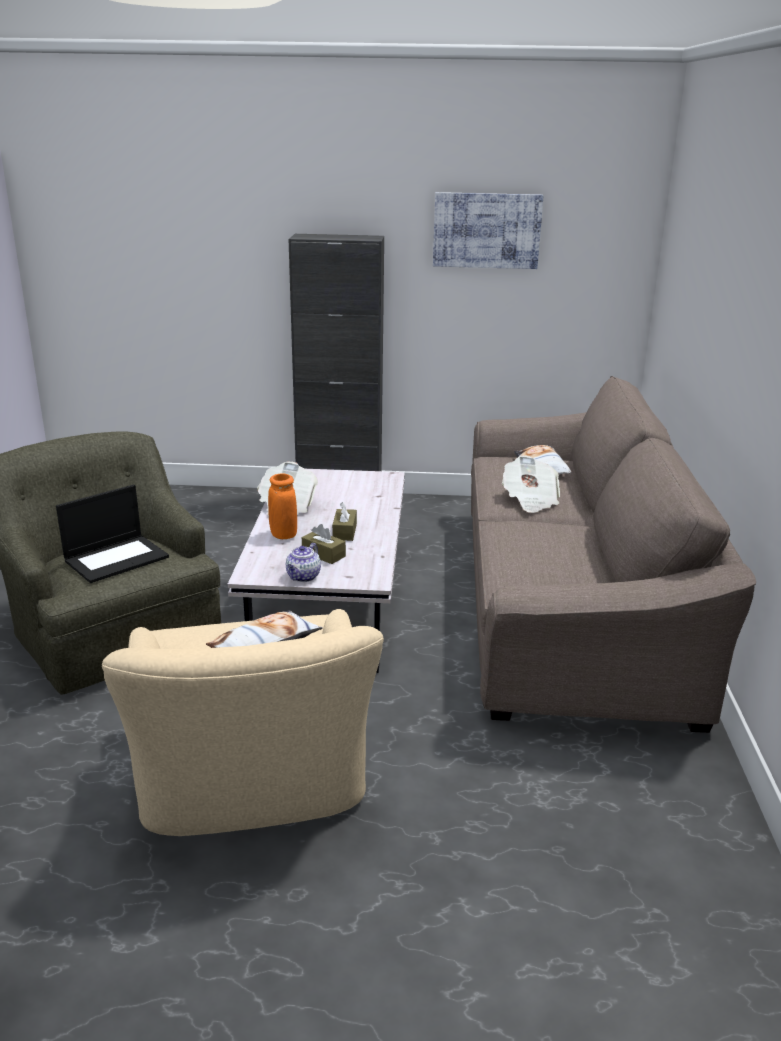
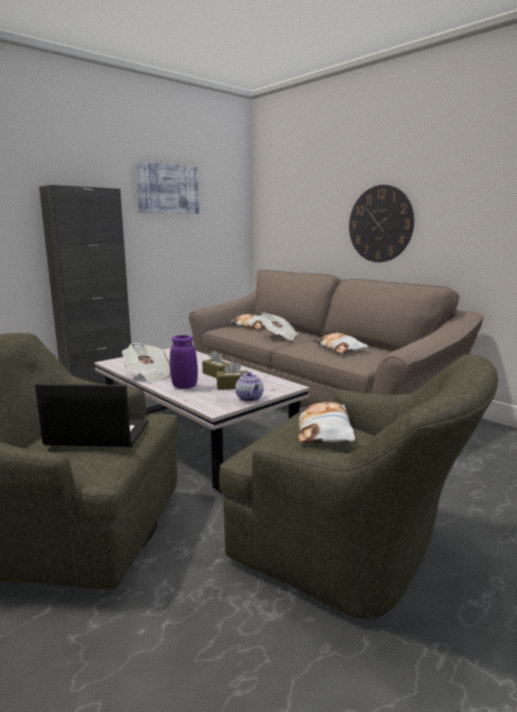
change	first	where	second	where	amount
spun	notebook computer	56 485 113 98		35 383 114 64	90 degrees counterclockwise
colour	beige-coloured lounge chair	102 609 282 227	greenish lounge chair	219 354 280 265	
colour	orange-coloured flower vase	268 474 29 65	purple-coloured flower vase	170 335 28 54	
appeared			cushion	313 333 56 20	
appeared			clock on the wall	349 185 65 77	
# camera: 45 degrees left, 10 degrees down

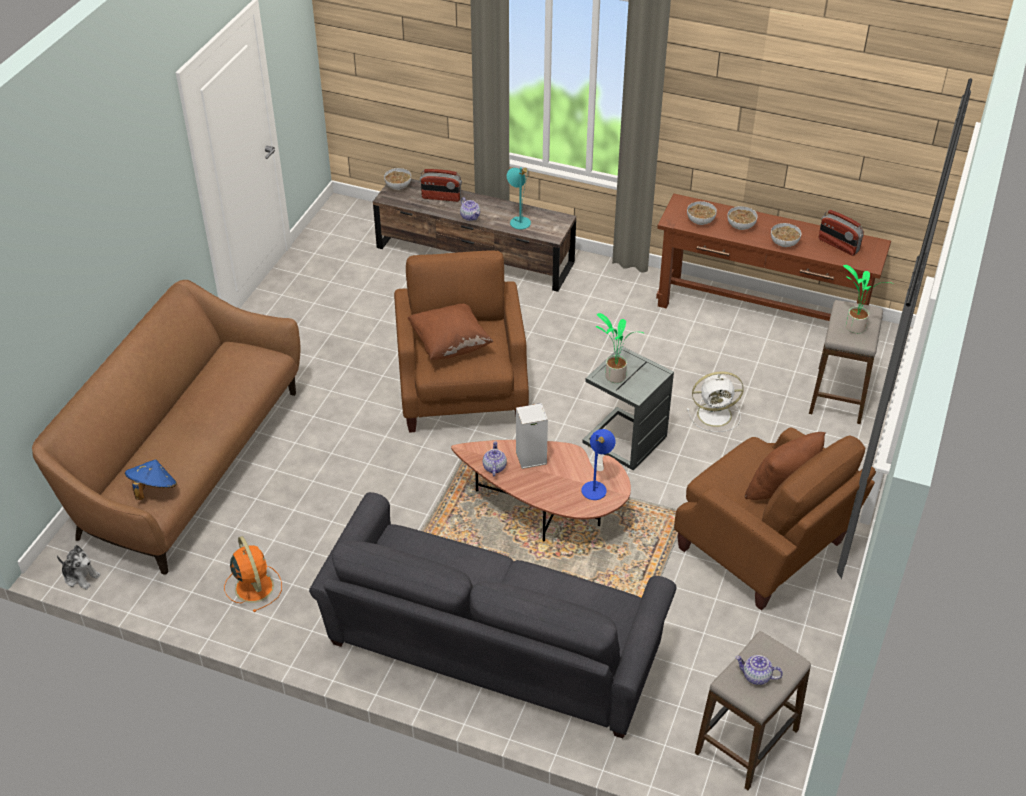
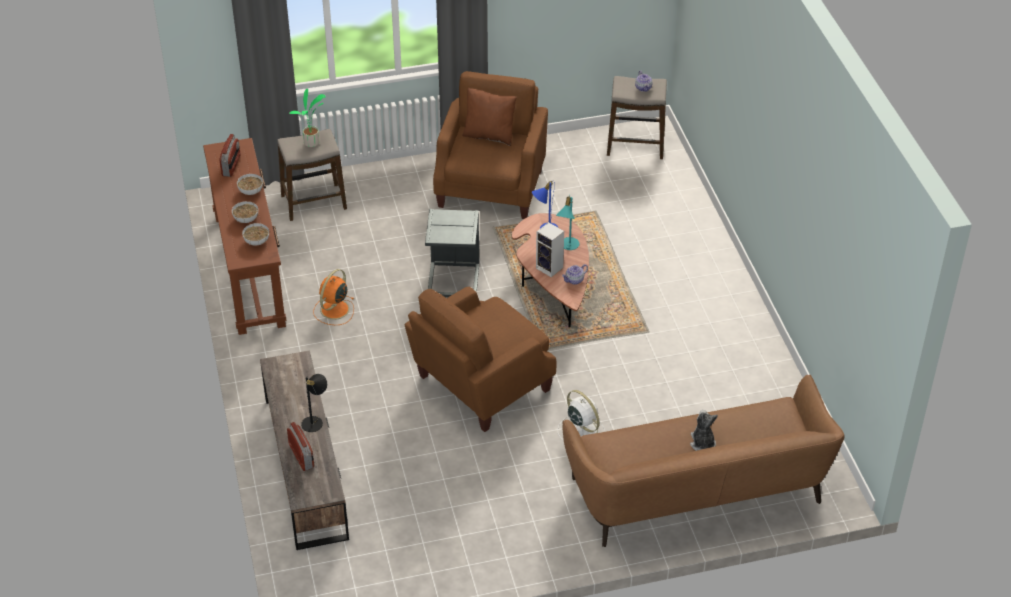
change	first	where	second	where	amount
relocated	plush toy	57 545 44 45		690 410 28 41	
missing	bluish clothing hat	125 459 52 41			
relocated	orange-coloured electric fan	224 536 58 76		313 269 41 56	
missing	gray settee	309 492 367 246			
missing	bowl	384 168 27 22			
missing	brown-coloured cushion	407 304 86 56			
exchanged	teapot	460 197 20 24	black-coloured tabletop lamp	301 374 26 58	
relocated	blue-green tabletop lamp	507 167 24 62		556 195 23 55	
missing	potted plant	596 313 49 70			
relocated	whitish electric fan	687 371 57 61		558 390 47 50	
# camera: 125 degrees left, 0 degrees up

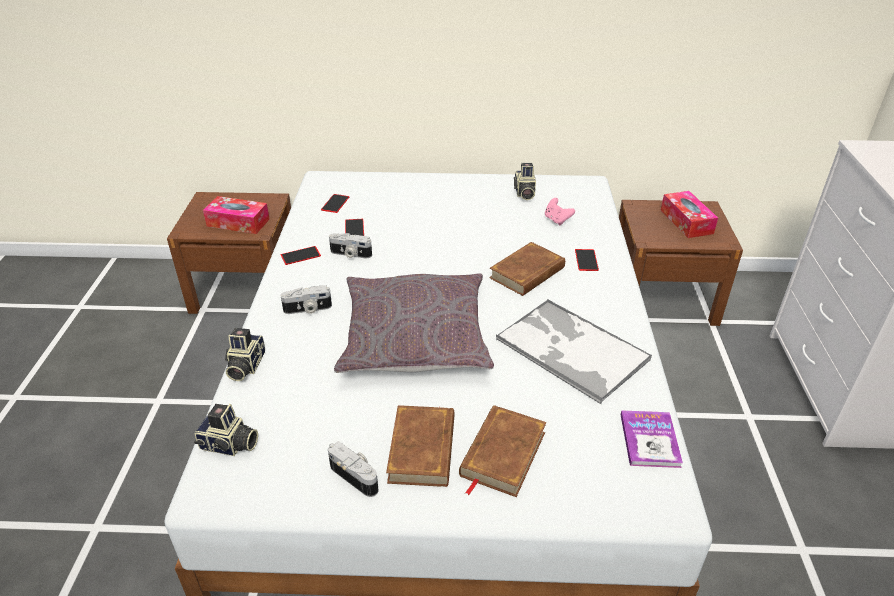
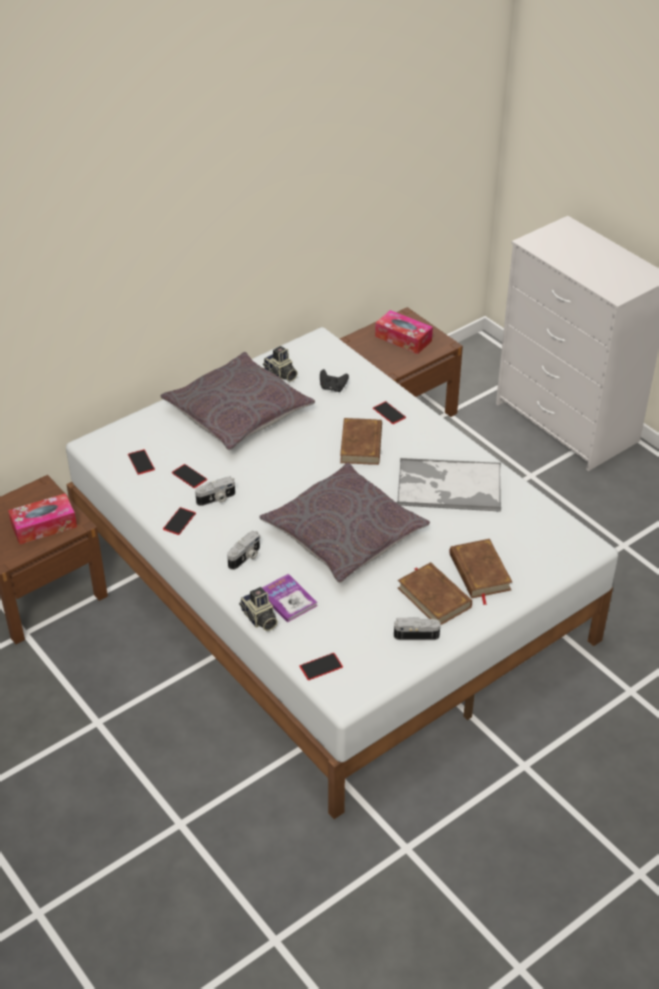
change	first	where	second	where	amount
exchanged	still camera	194 404 64 52	telephone	299 653 44 27	
colour	pinkish game controller	545 198 30 27	black-coloured game controller	320 369 29 23	
relocated	bound book	621 410 62 58		262 574 55 49	
appeared			gray cushion	160 352 155 98	
# camera: 40 degrees left, 5 degrees up

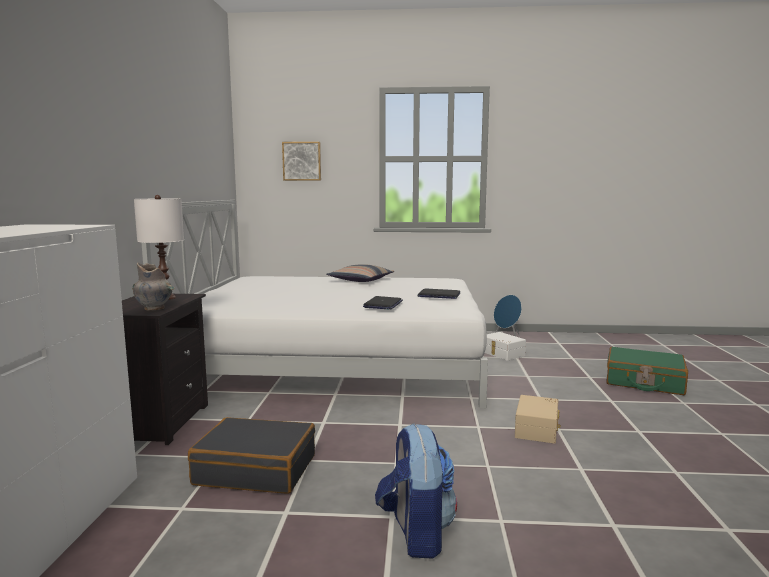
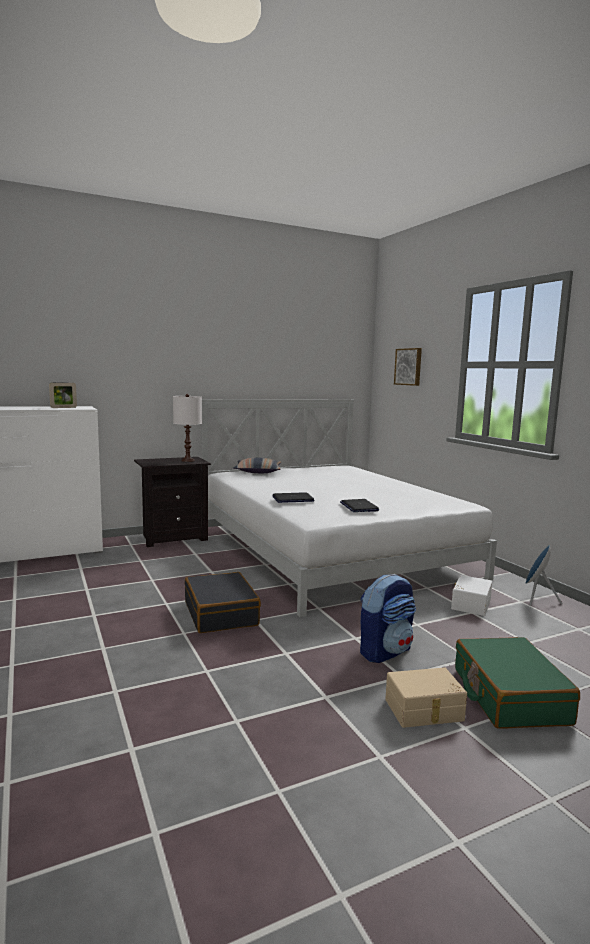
change	first	where	second	where	amount
missing	gray flower vase	132 263 43 47			
relocated	black-coloured travel case	188 417 127 77		185 572 76 61	
relocated	cushion	326 264 68 18		233 457 48 16	
relocated	rucksack	375 423 82 135		360 574 56 89	
relocated	beige-coloured storage bin	515 395 46 49		385 667 82 61	
appeared			picture frame	49 383 28 25	
# camera: 60 degrees right, 0 degrees up

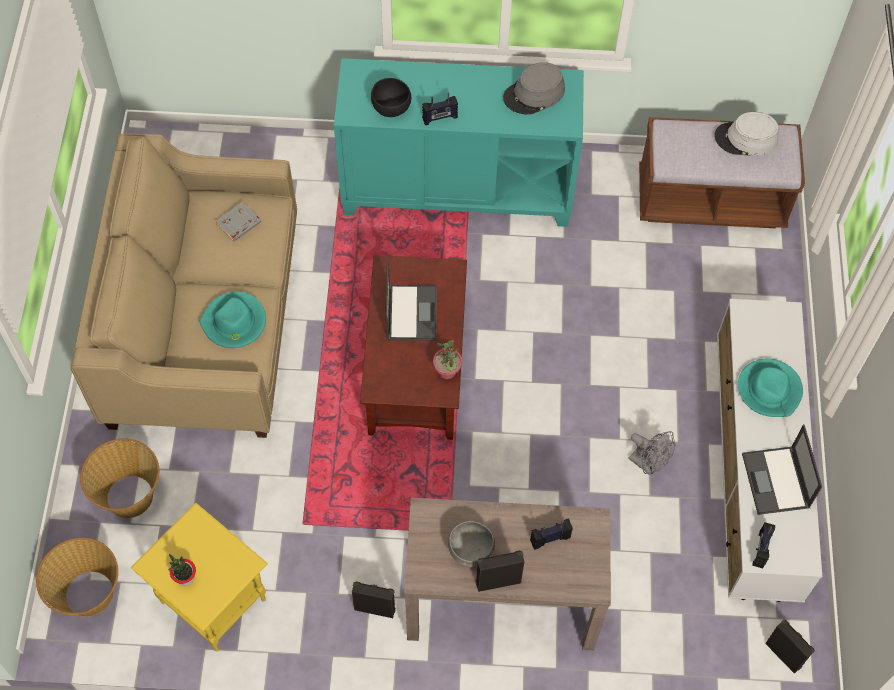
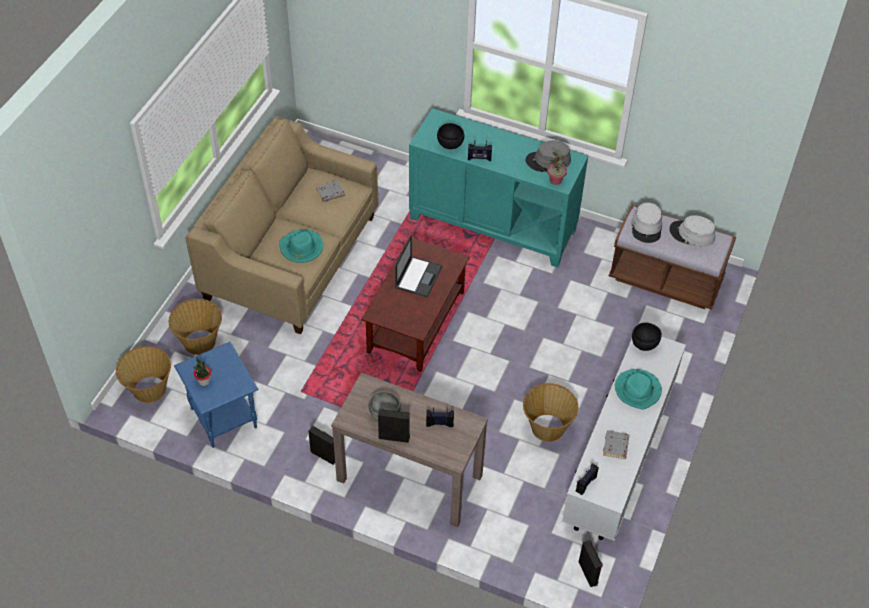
change	first	where	second	where	amount
colour	yellow-coloured side table	131 503 137 148	bluish side table	174 342 85 106	
relocated	potted plant	433 341 29 38		547 152 20 33	
exchanged	gray electric fan	629 431 46 45	household basket	523 383 55 59	
exchanged	notebook computer	742 424 80 91	gray bound book	603 430 27 29	
appeared			gray clothing hat	631 202 31 41	
appeared			black-coloured bowl	632 323 30 28	
# camera: 20 degrees right, 10 degrees down

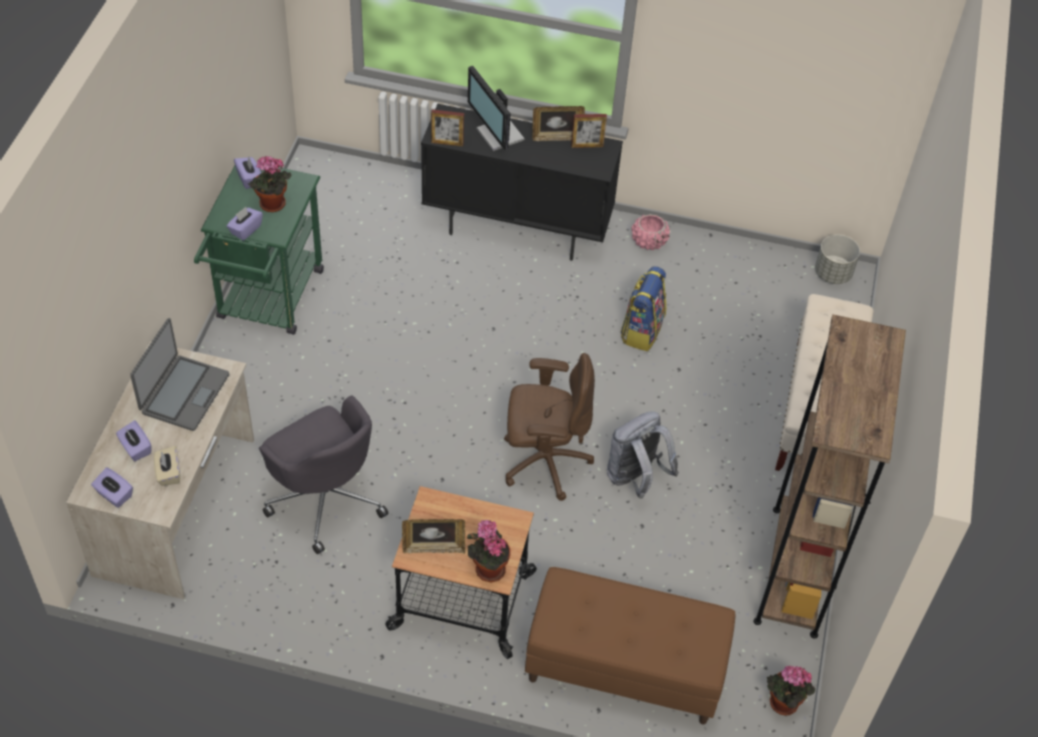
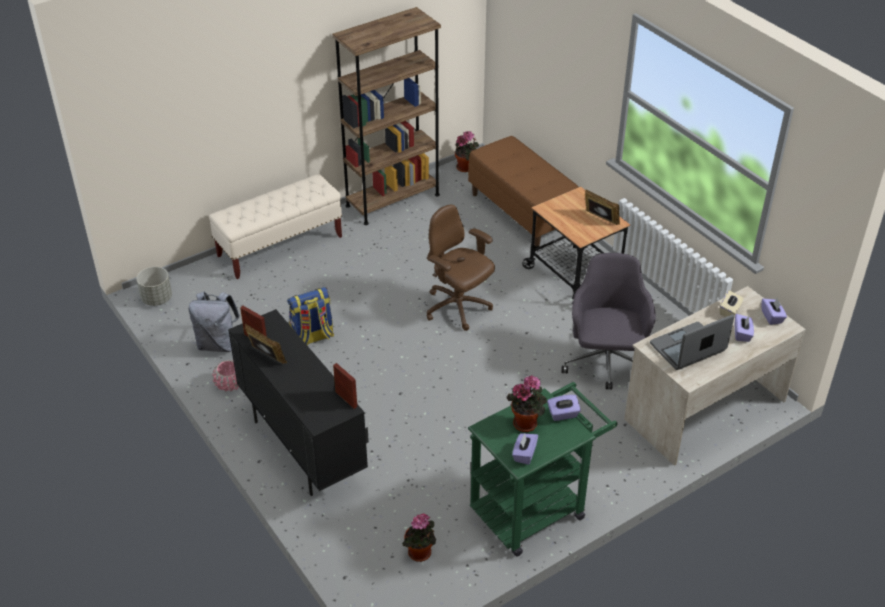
change	first	where	second	where	amount
relocated	potted plant	467 520 43 63		402 513 34 49	
missing	computer screen	468 66 57 85			
relocated	gray rucksack	607 411 72 87		189 292 51 60	
# camera: 135 degrees left, 10 degrees down

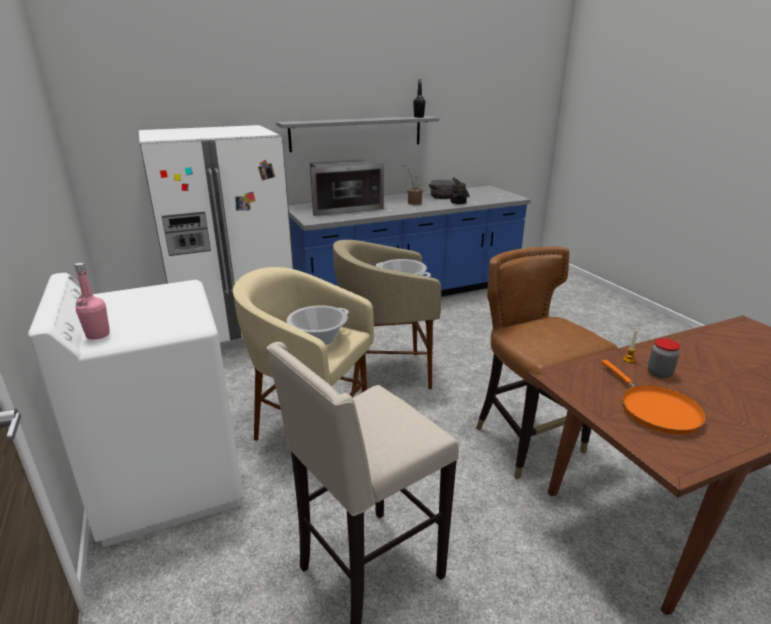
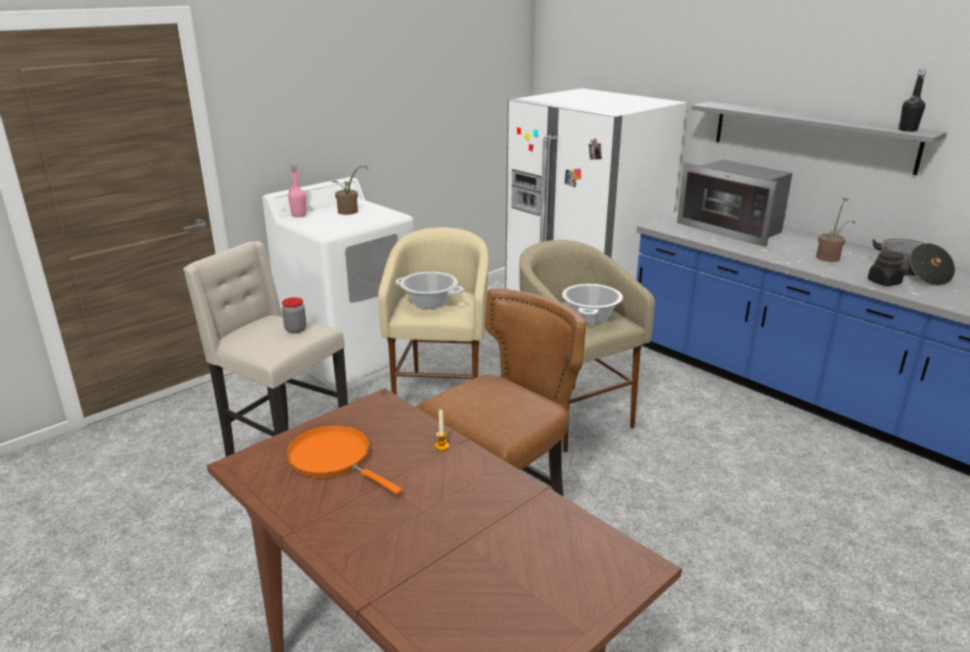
change	first	where	second	where	amount
spun	orange-coloured frying pan	602 360 104 74		286 425 116 70	75 degrees clockwise
relocated	preserve jar	648 338 32 40		282 297 24 36	
appeared			potted plant	332 166 36 49	
# camera: 70 degrees right, 0 degrees up

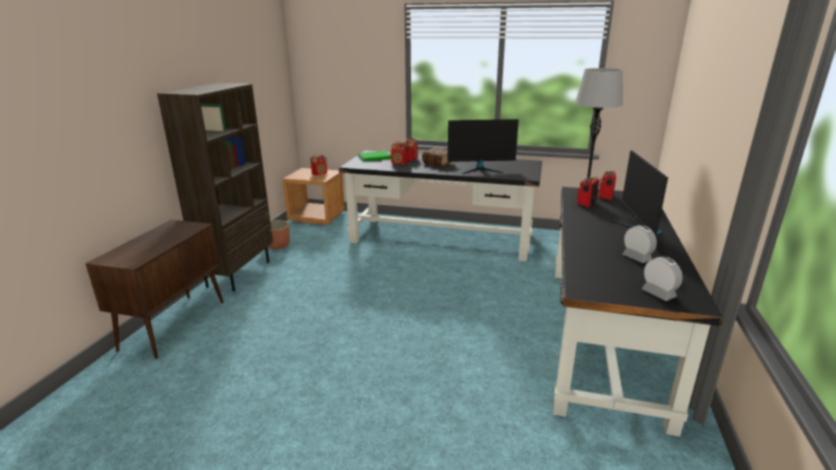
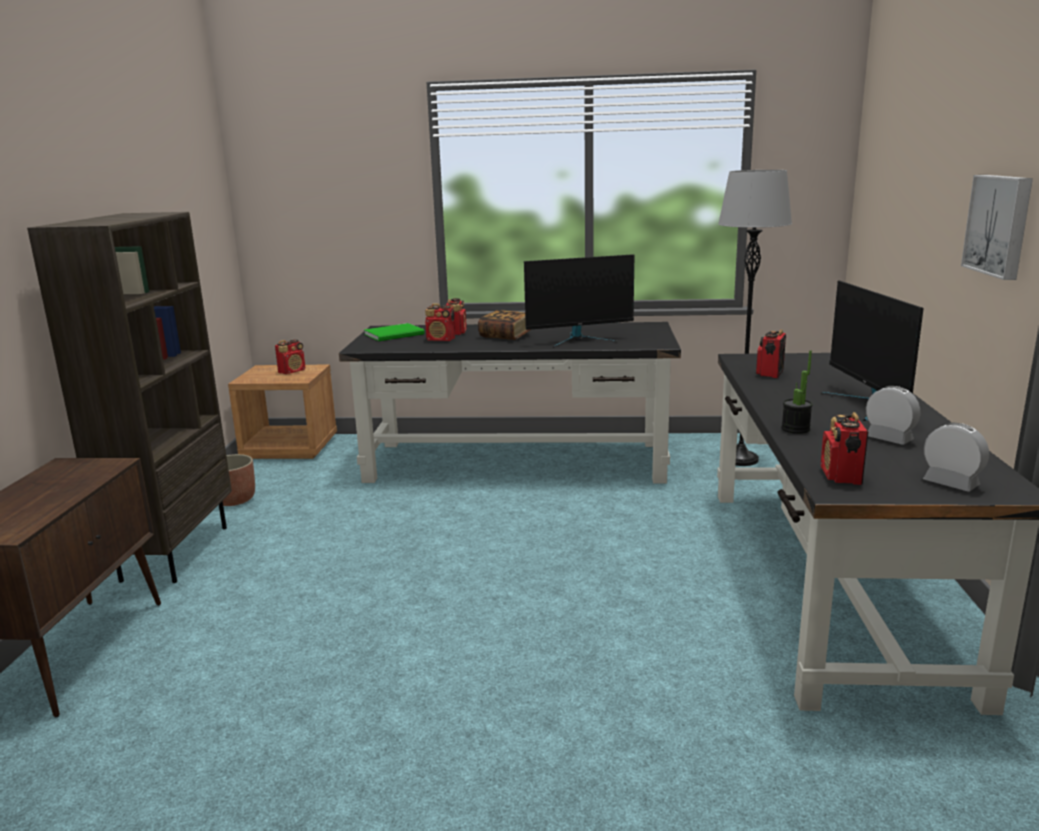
change	first	where	second	where	amount
relocated	radio set	599 170 17 30		821 412 47 73	
appeared			potted plant	781 350 31 84	
appeared			wall picture	961 175 72 105	
# camera: 10 degrees left, 5 degrees down

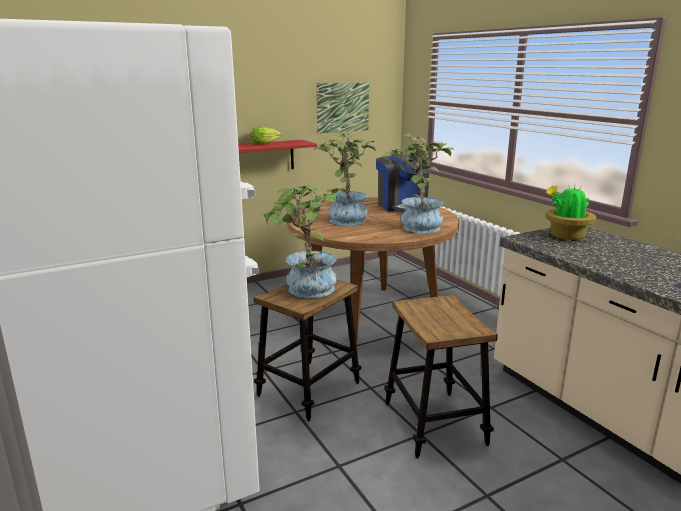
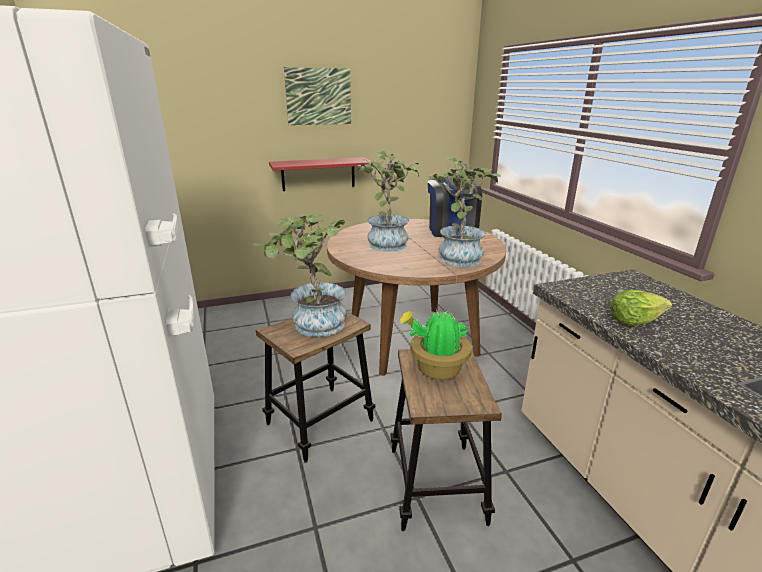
change	first	where	second	where	amount
relocated	lettuce head	250 127 31 17		611 290 61 36	
relocated	wall picture	316 82 53 52		284 67 67 59	
relocated	potted plant	545 185 51 55		400 308 72 72	
# camera: 10 degrees right, 5 degrees up

